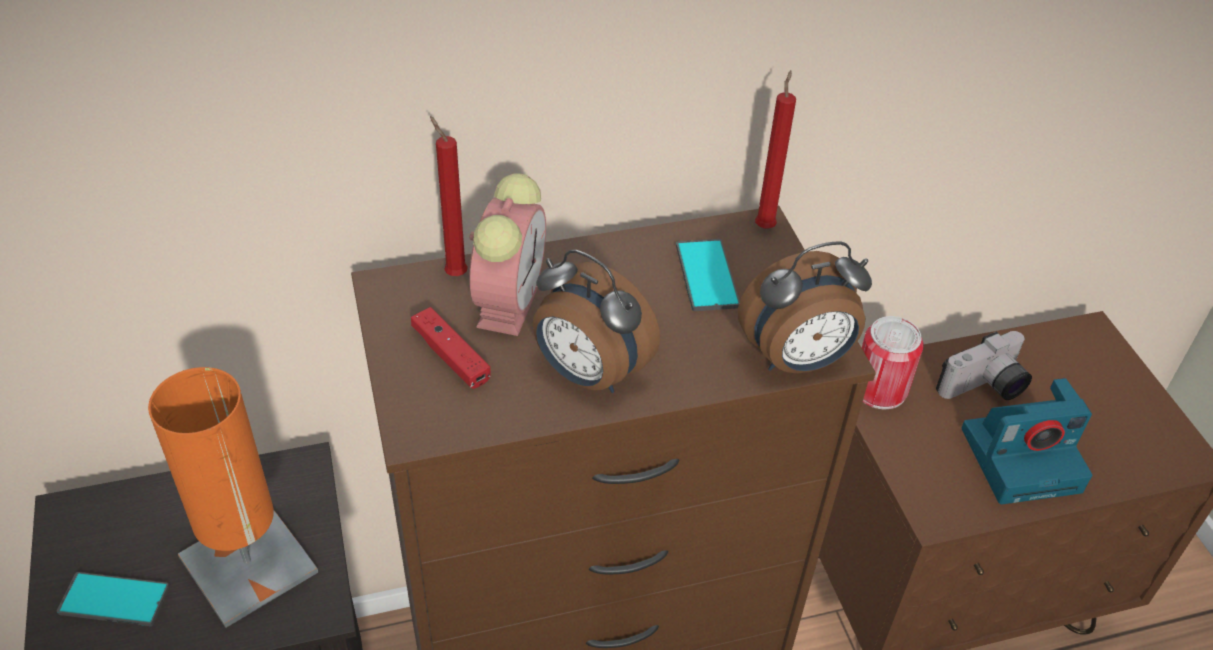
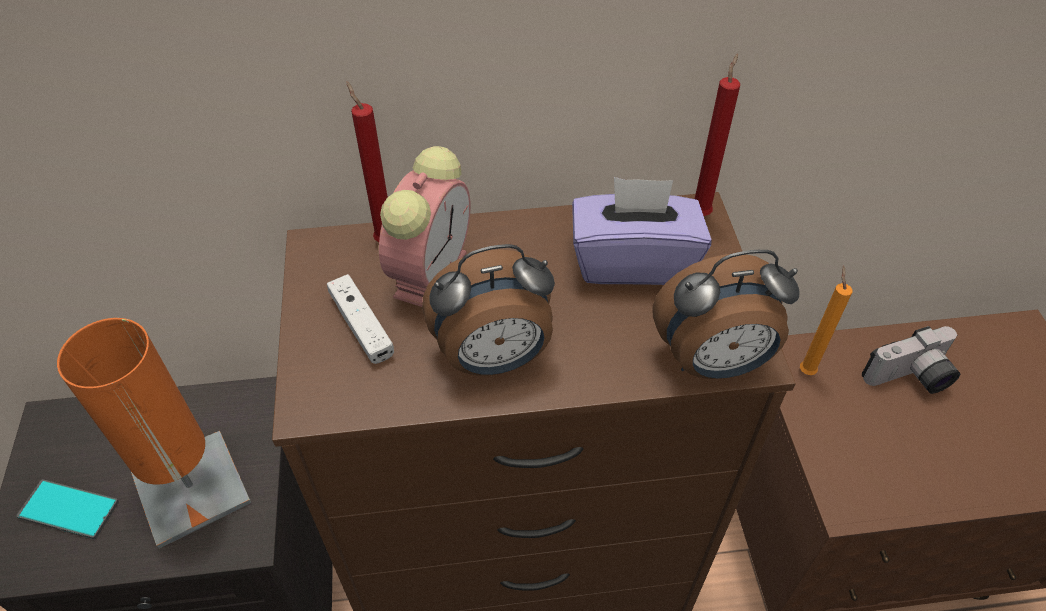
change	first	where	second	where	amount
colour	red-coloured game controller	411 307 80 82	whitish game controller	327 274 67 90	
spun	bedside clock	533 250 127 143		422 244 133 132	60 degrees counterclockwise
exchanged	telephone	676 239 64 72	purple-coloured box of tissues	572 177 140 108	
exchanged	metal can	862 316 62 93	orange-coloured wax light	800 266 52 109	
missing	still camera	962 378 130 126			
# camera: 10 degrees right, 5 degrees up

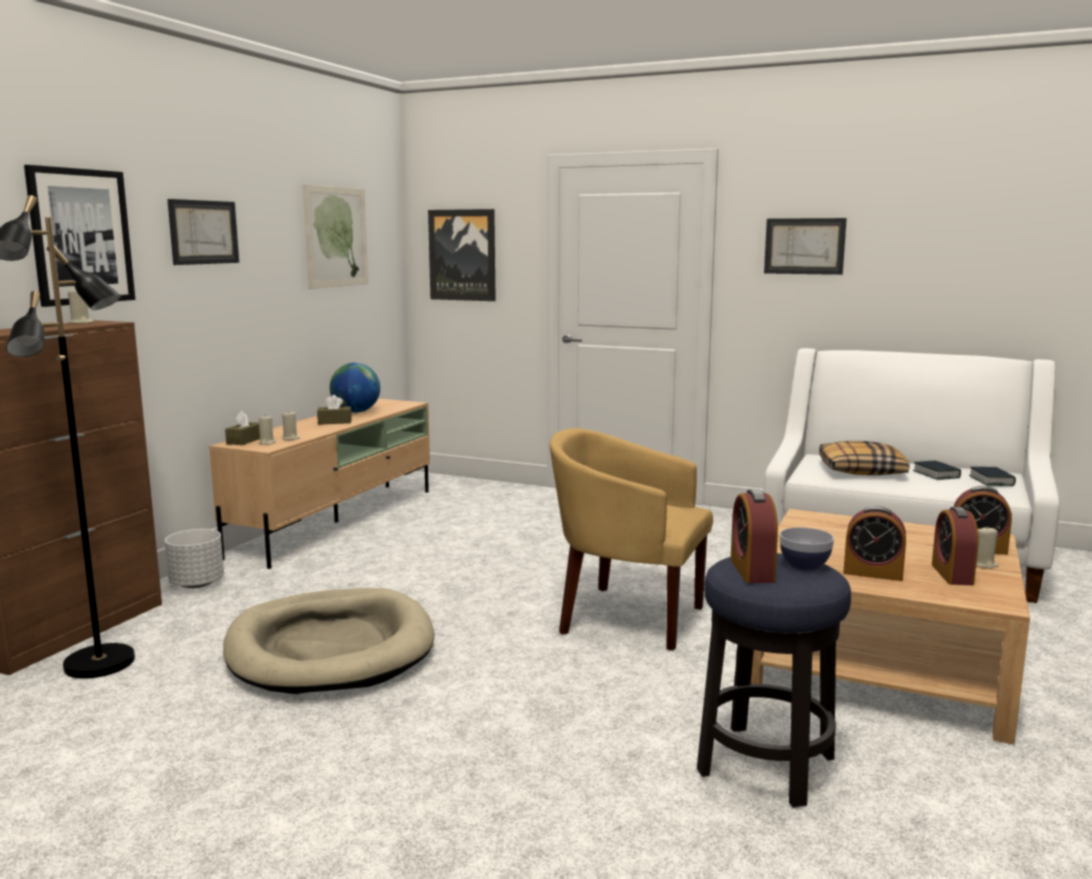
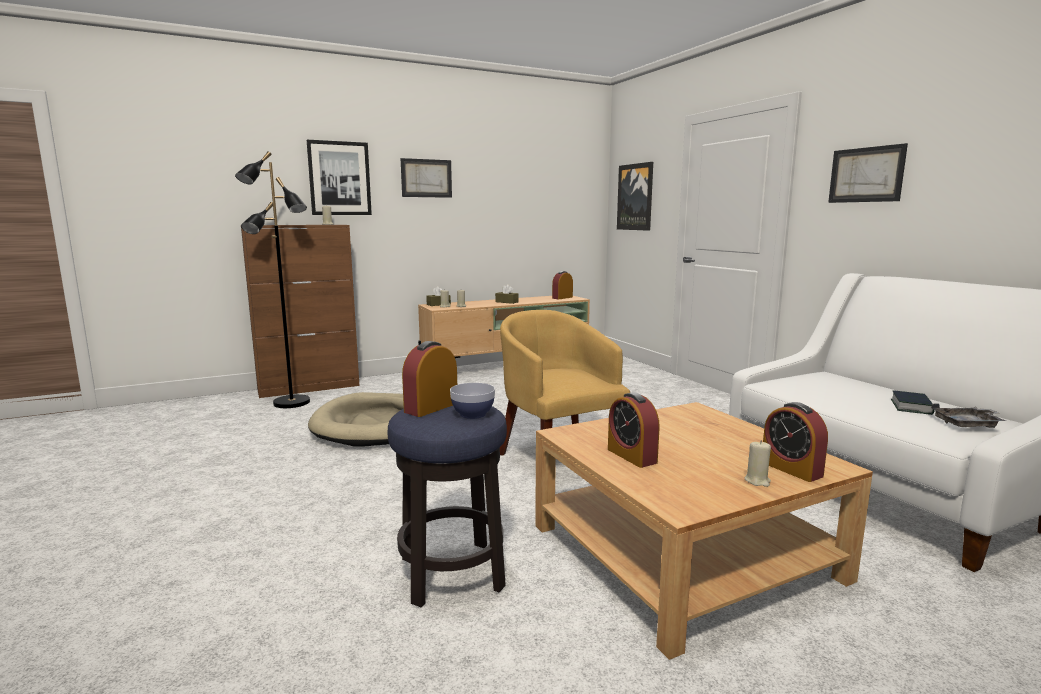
change	first	where	second	where	amount
missing	whitish flower pot	165 529 59 59			
missing	wall picture	303 184 65 105			
missing	globe	330 363 50 50			
missing	cushion	819 441 91 34			
relocated	bedside clock	932 507 47 78		552 271 21 28	
exchanged	bound book	969 467 47 19	gray serving tray	931 403 75 25	
# camera: 40 degrees right, 0 degrees up

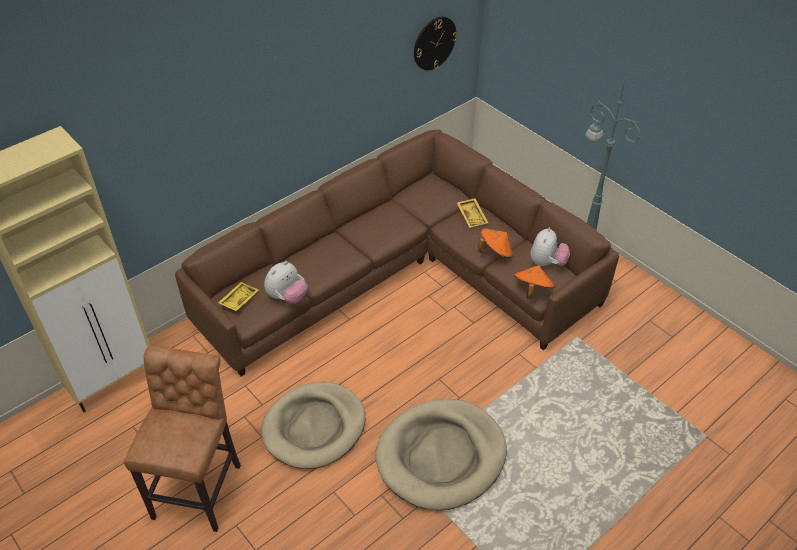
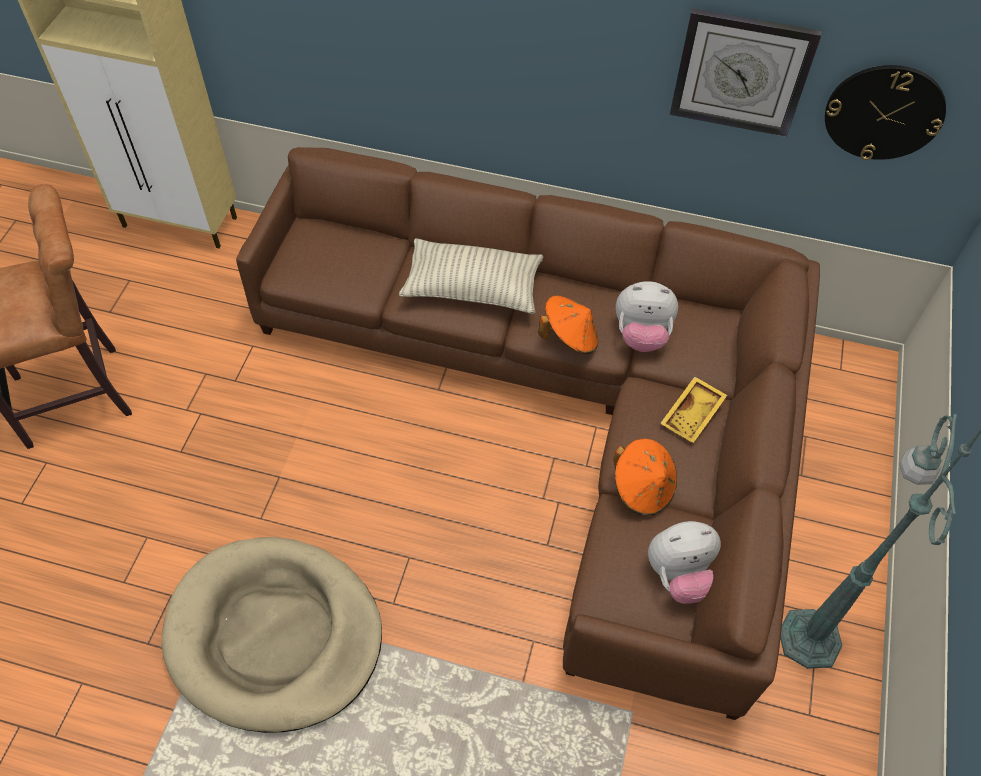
change	first	where	second	where	amount
missing	yellow-coloured serving tray	218 282 41 29			
missing	beige-coloured pet bed	261 382 104 87			
relocated	plush toy	264 261 44 42		616 281 62 71	
relocated	orange-coloured clothing hat	514 265 41 34		538 296 60 58	
appeared			cushion	399 238 144 76	
appeared			clock on the wall	670 8 152 129	
# camera: 55 degrees right, 10 degrees up

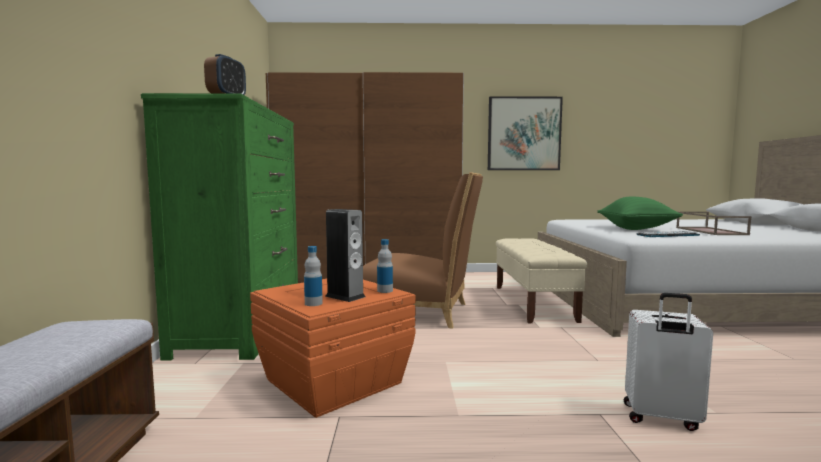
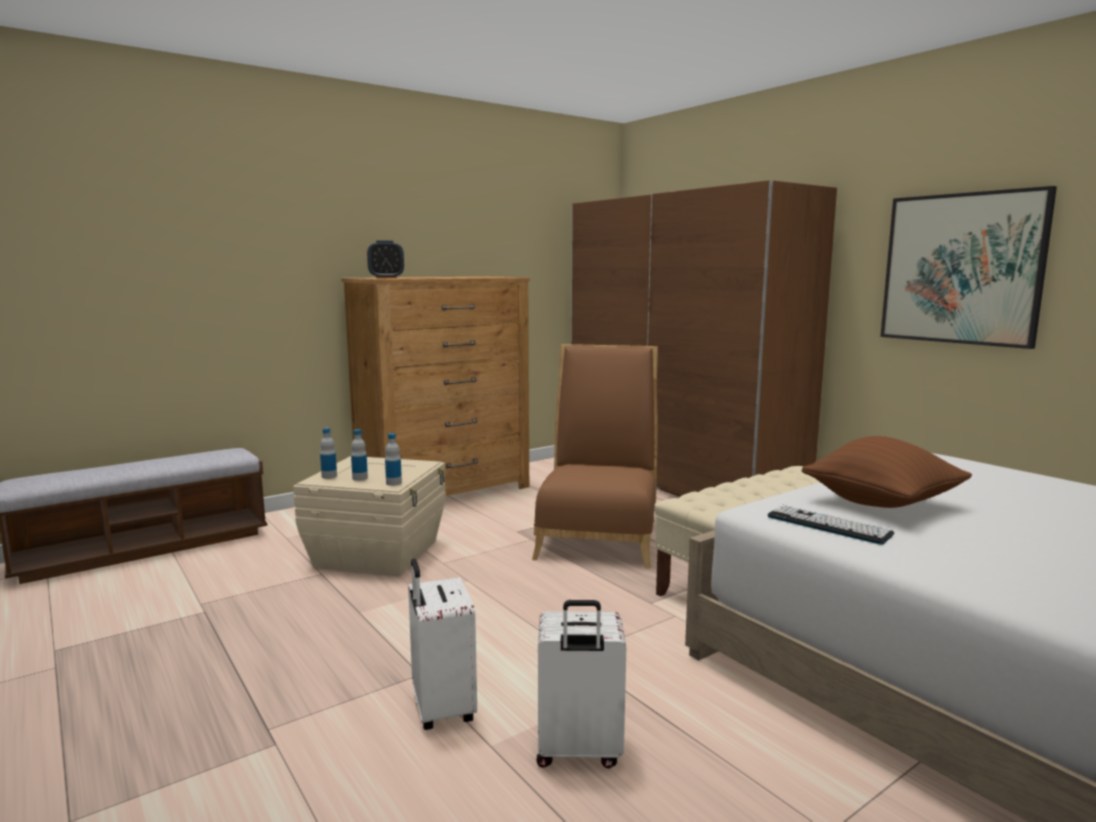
change	first	where	second	where	amount
colour	greenish chest of drawers	141 93 157 267	brown-coloured chest of drawers	341 277 189 219	
colour	orange-coloured storage bin	250 279 165 139	beige-coloured storage bin	293 456 153 121	
exchanged	speaker	325 209 41 93	drink bottle	351 429 17 52	
spun	brown-coloured chair	363 172 120 157		532 344 126 225	150 degrees counterclockwise
colour	greenish cushion	597 196 86 34	brown-coloured cushion	802 436 170 72	
missing	brown-coloured serving tray	676 212 75 23			
appeared			whitish travel case	537 600 89 168	
# camera: 55 degrees right, 5 degrees up

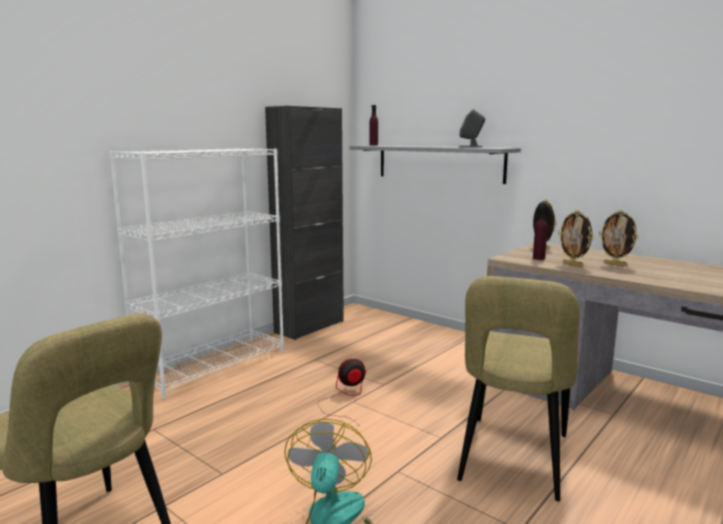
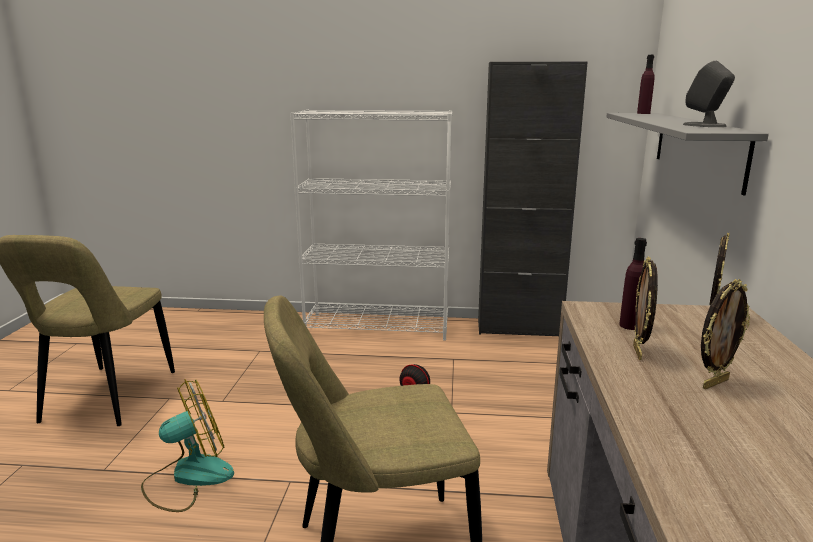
change	first	where	second	where	amount
spun	picture frame	599 210 40 56		701 279 49 110	120 degrees counterclockwise
# camera: 55 degrees right, 5 degrees up

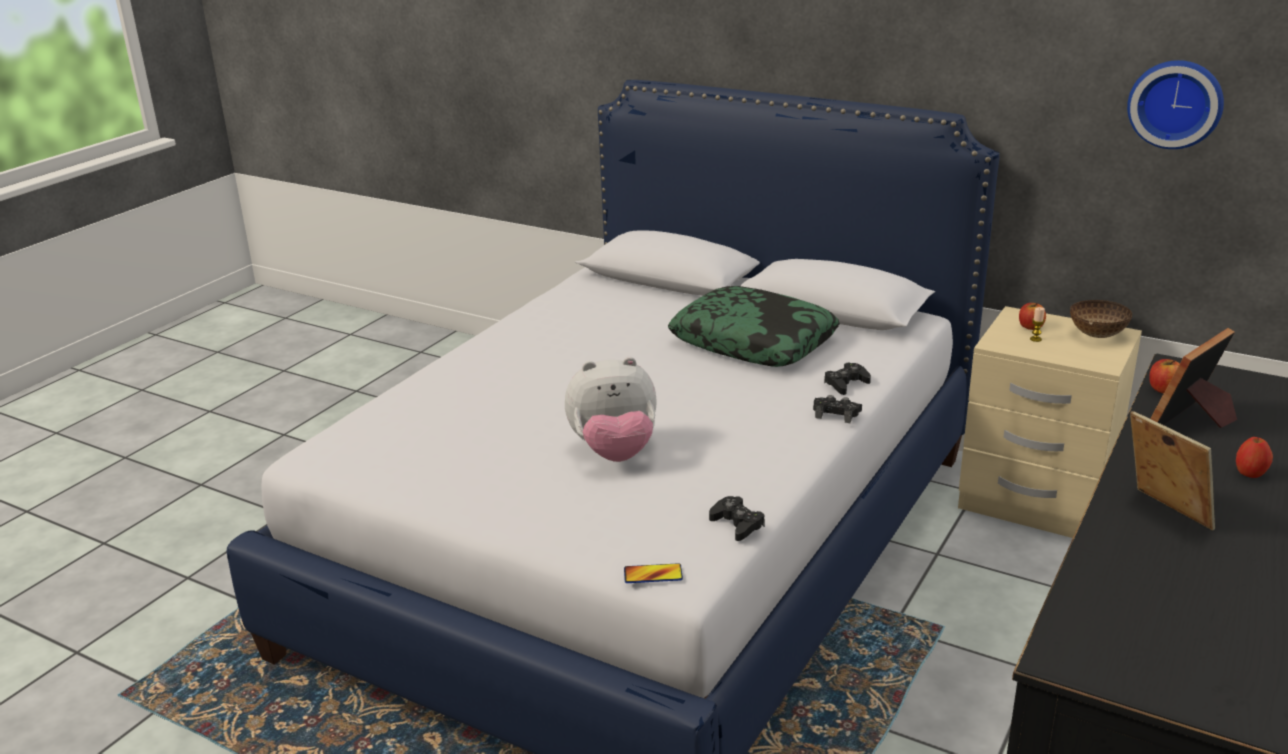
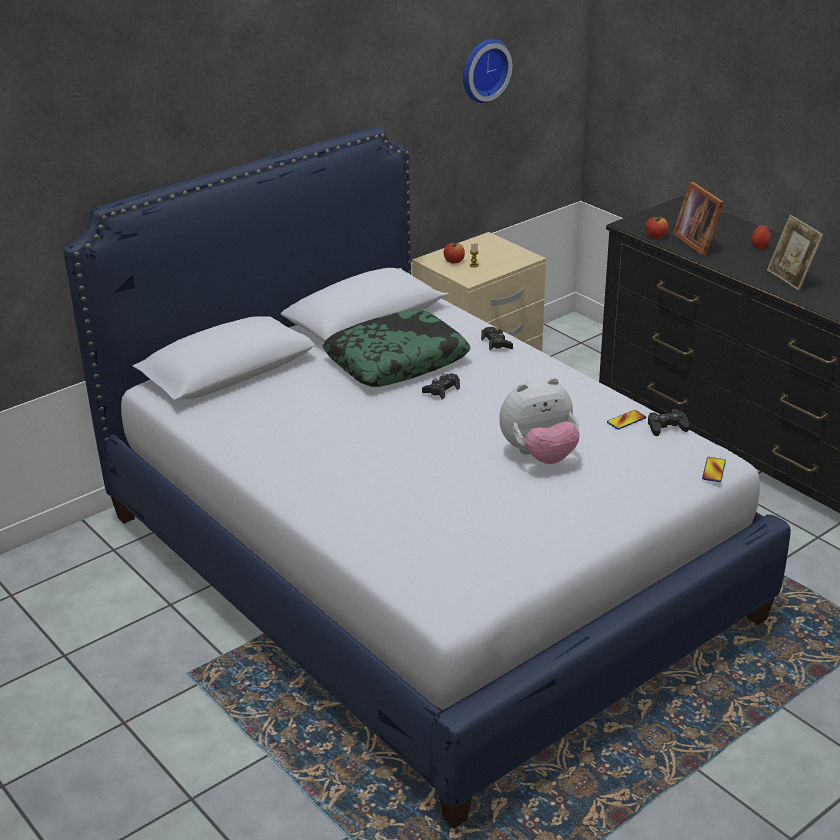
change	first	where	second	where	amount
spun	plush toy	565 357 92 105		499 377 81 87	60 degrees clockwise
relocated	black-coloured game controller	813 395 49 28		422 373 38 26	
missing	bowl	1070 300 62 38			
spun	picture frame	1130 411 85 119		767 215 56 76	105 degrees counterclockwise
appeared			telephone	607 410 39 20	
# camera: 70 degrees left, 5 degrees up

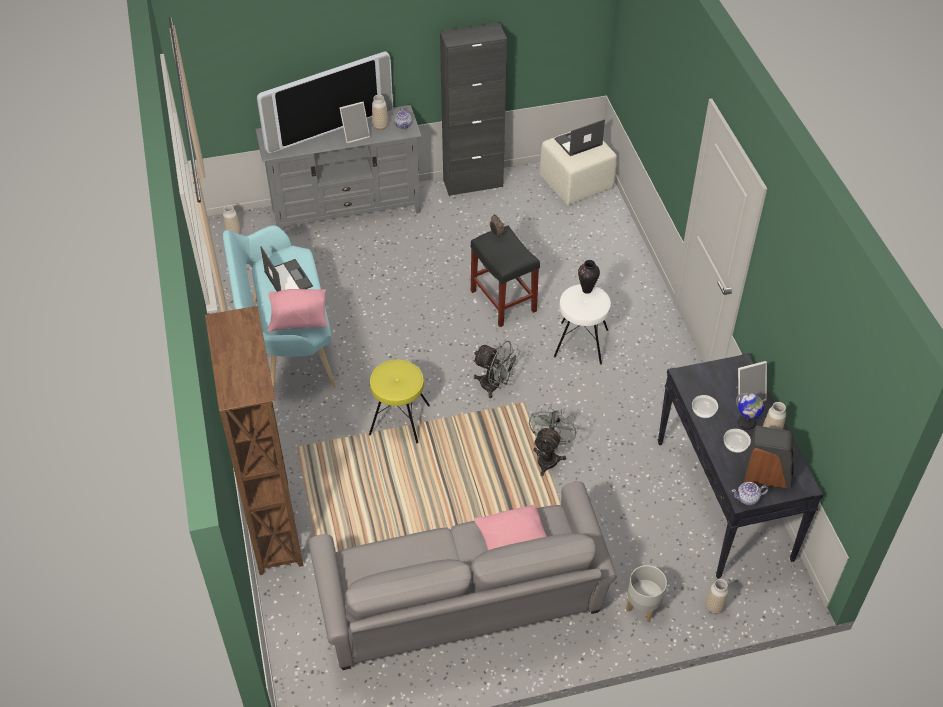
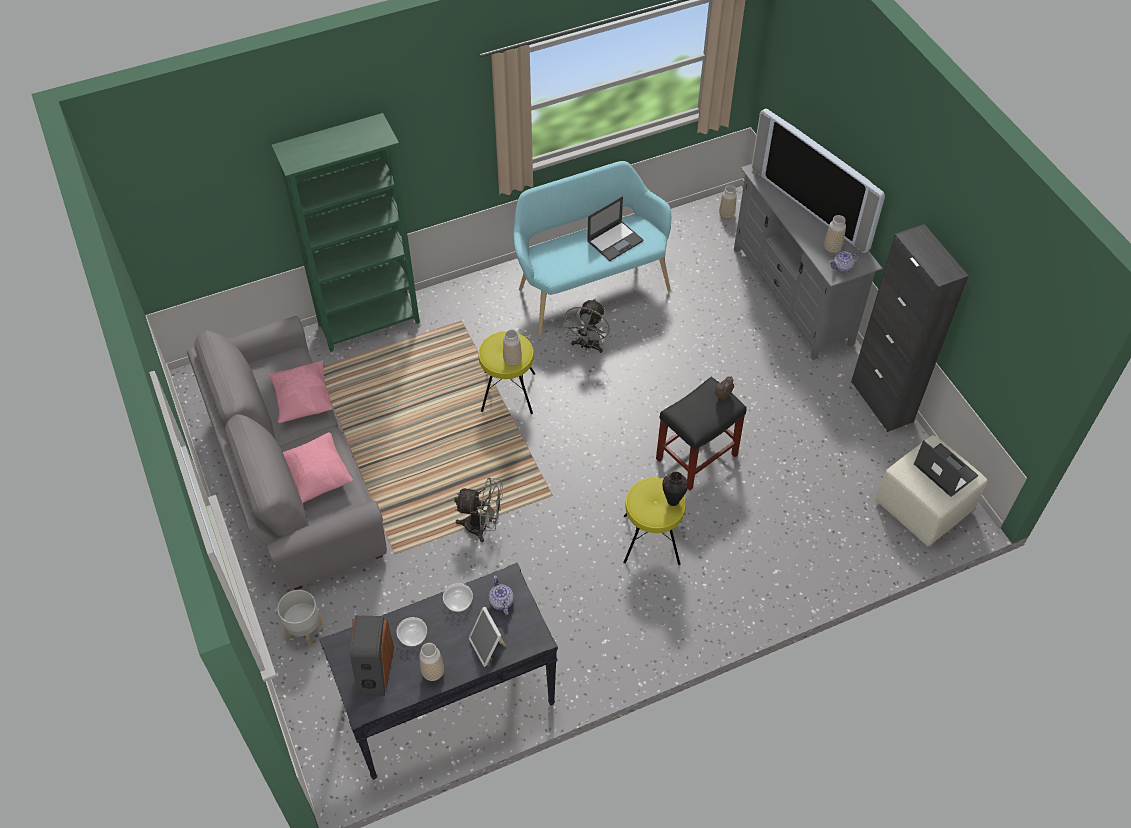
change	first	where	second	where	amount
colour	brown-coloured shelving unit	205 306 98 269	greenish shelving unit	271 113 149 239	
relocated	pinkish cushion	268 289 60 43		268 361 65 62	
missing	picture frame	340 102 30 41			
relocated	gray electric fan	473 341 47 57		561 299 49 54	
colour	whitish stool	554 284 57 81	yellow-coloured stool	623 478 63 87	
relocated	flower vase	706 579 22 35		503 330 19 36	
relocated	teapot	732 482 36 23		488 576 26 39	
missing	globe	736 393 28 37			
# camera: 80 degrees right, 5 degrees up

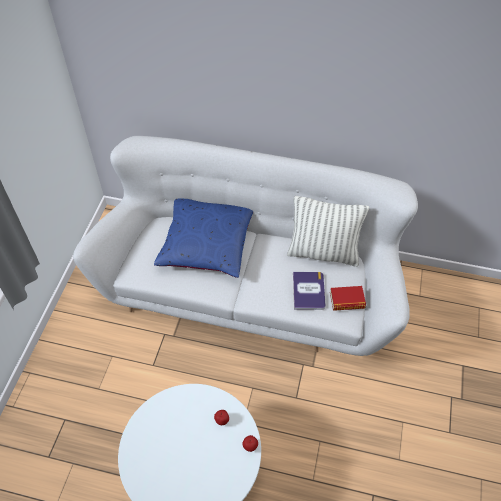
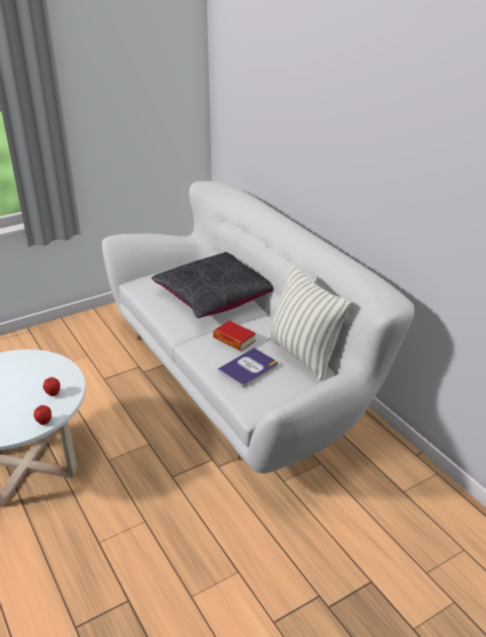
change	first	where	second	where	amount
colour	bluish cushion	154 198 99 80	black-coloured cushion	151 252 123 66	
relocated	bound book	330 286 36 25		213 321 43 30	
# camera: 45 degrees right, 20 degrees down

